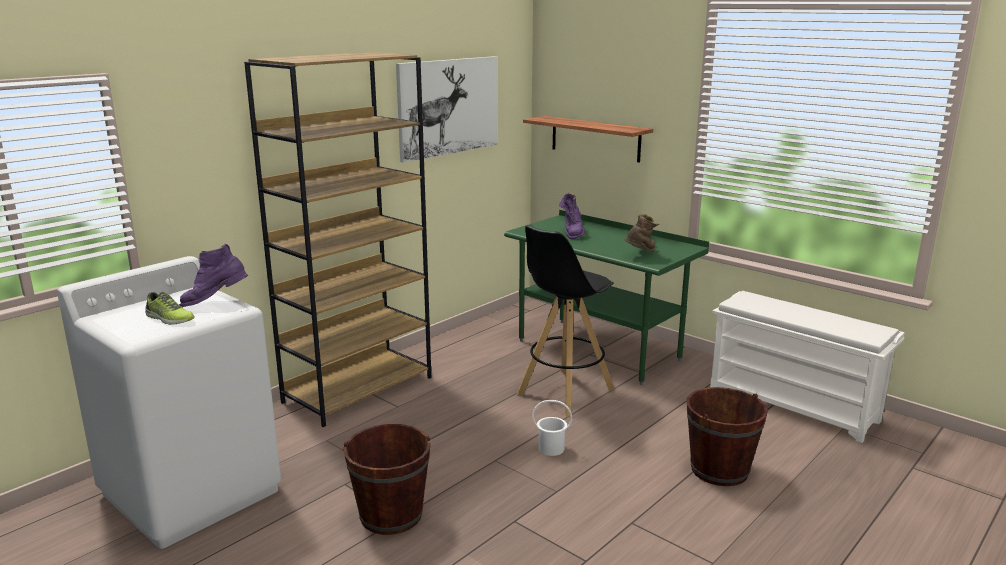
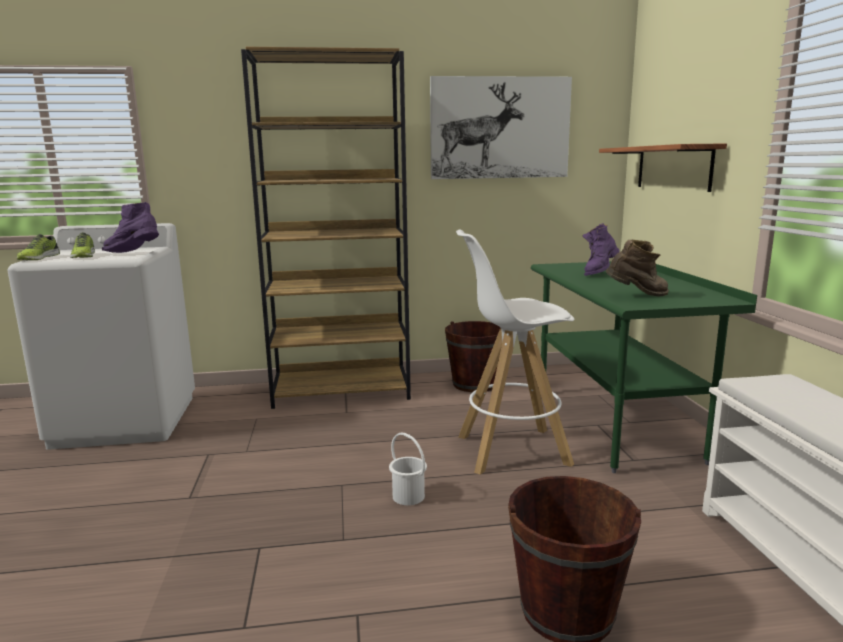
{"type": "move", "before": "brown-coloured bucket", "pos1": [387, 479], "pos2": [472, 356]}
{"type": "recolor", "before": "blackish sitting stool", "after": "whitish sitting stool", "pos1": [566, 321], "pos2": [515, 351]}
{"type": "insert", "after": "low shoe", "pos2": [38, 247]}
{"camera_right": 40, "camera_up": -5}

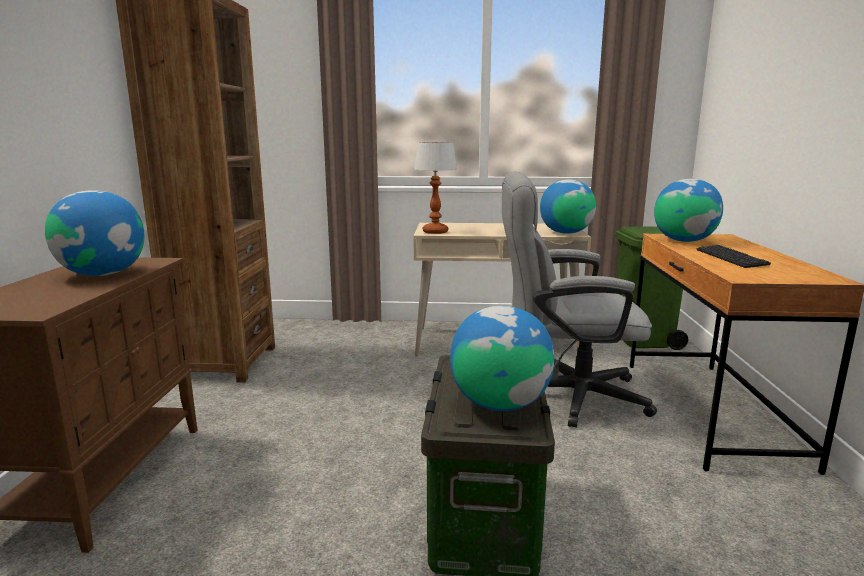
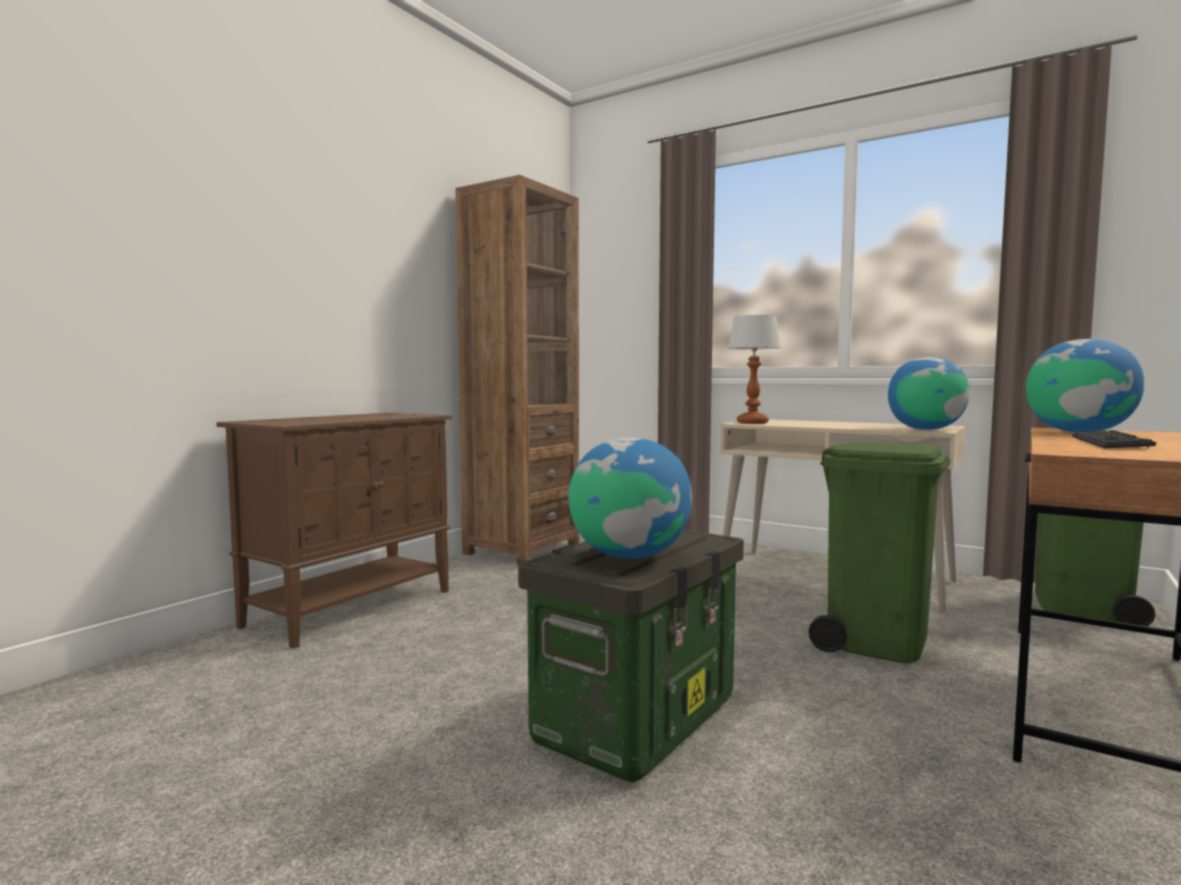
{"type": "delete", "before": "globe", "pos1": [94, 233]}
{"type": "replace", "before": "gray office chair", "after": "greenish trash can", "pos1": [579, 299], "pos2": [879, 552]}
{"camera_right": 30, "camera_up": -10}

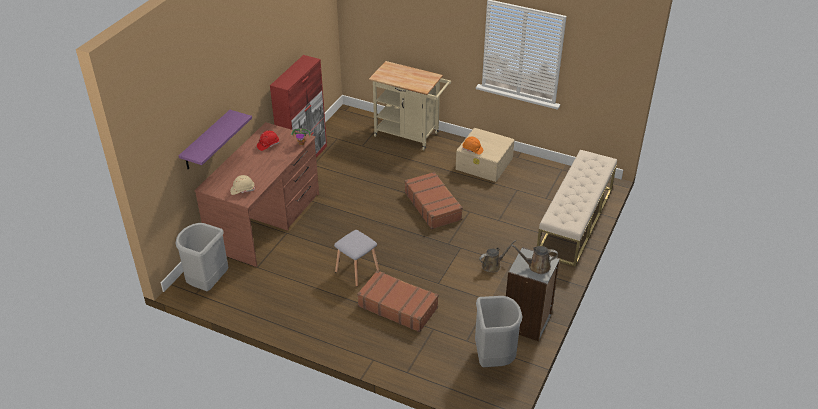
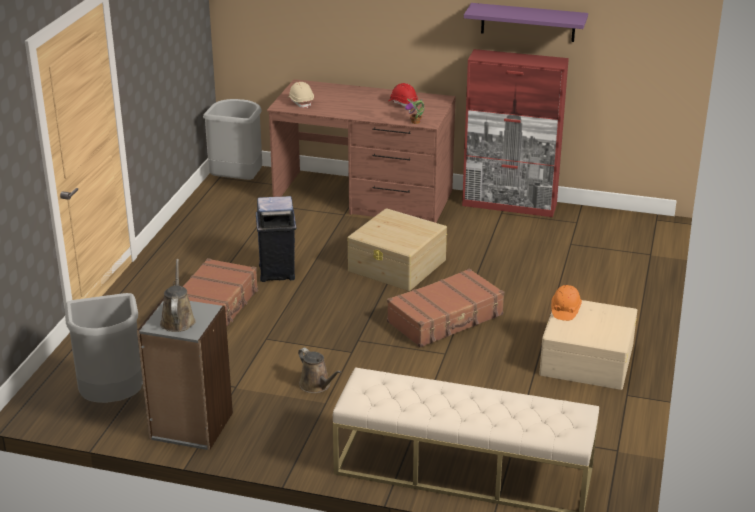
{"type": "move", "before": "purple wall shelf", "pos1": [215, 139], "pos2": [526, 22]}
{"type": "replace", "before": "gray sitting stool", "after": "bluish trash can", "pos1": [356, 258], "pos2": [276, 239]}
{"type": "delete", "before": "beige trolley", "pos1": [410, 105]}
{"type": "insert", "after": "beige storage box", "pos2": [397, 249]}
{"camera_right": 80, "camera_up": -10}

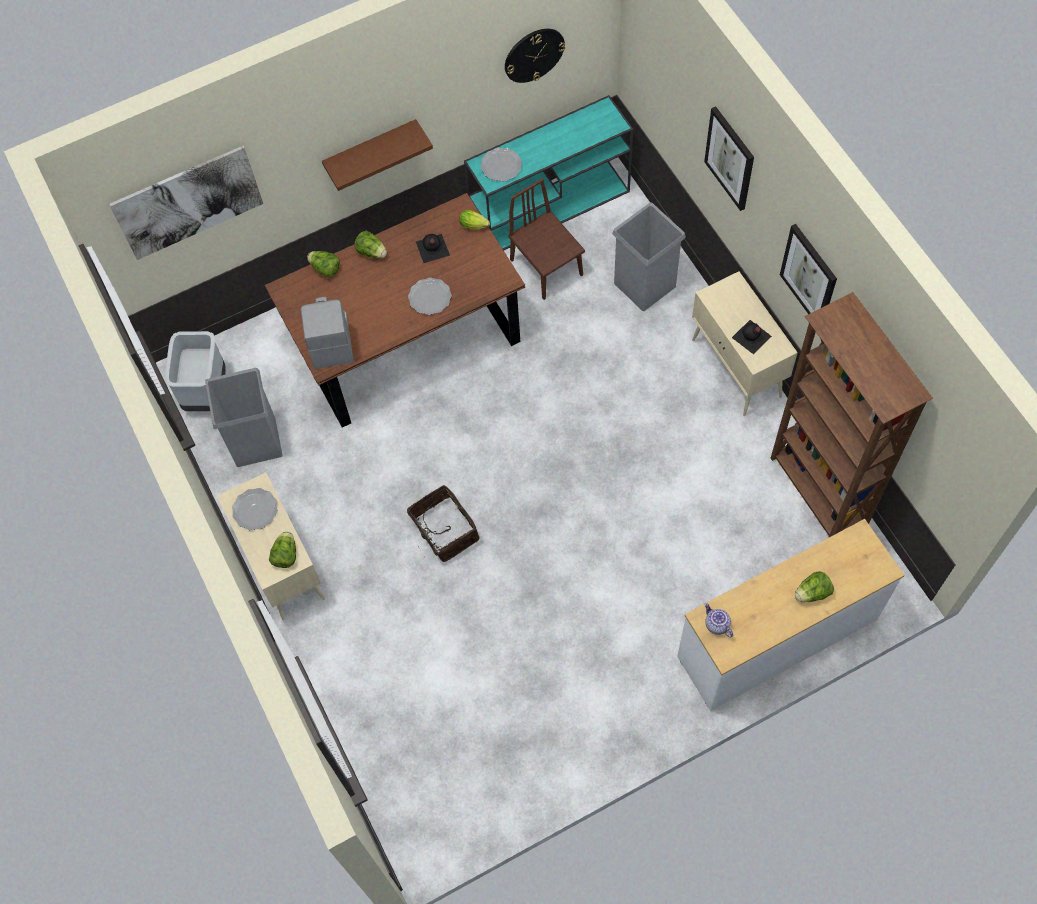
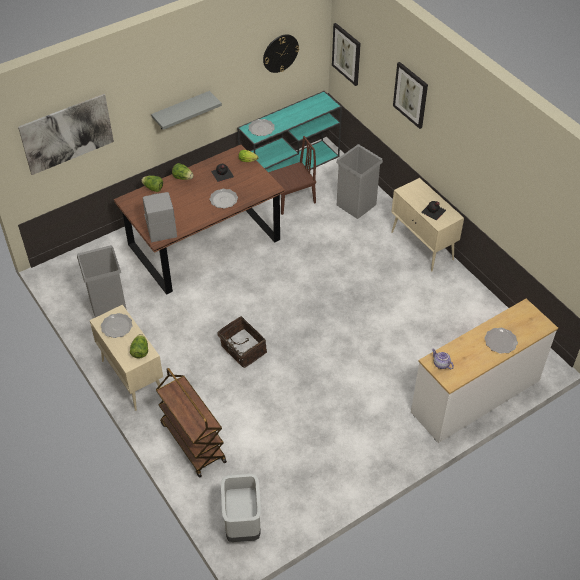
{"type": "move", "before": "gray trash can", "pos1": [195, 371], "pos2": [241, 508]}
{"type": "recolor", "before": "brown-coloured wall shelf", "after": "gray wall shelf", "pos1": [377, 155], "pos2": [186, 110]}
{"type": "rotate", "before": "brown-coloured chair", "pos1": [546, 239], "pos2": [292, 175], "turn": 105}
{"type": "delete", "before": "brown-coloured bookcase", "pos1": [852, 415]}
{"type": "move", "before": "wall art", "pos1": [808, 269], "pos2": [346, 54]}
{"type": "replace", "before": "lettuce head", "after": "flat dish", "pos1": [814, 586], "pos2": [501, 341]}
{"type": "insert", "after": "brown-coloured trolley", "pos2": [191, 423]}
{"camera_right": -10, "camera_up": -15}

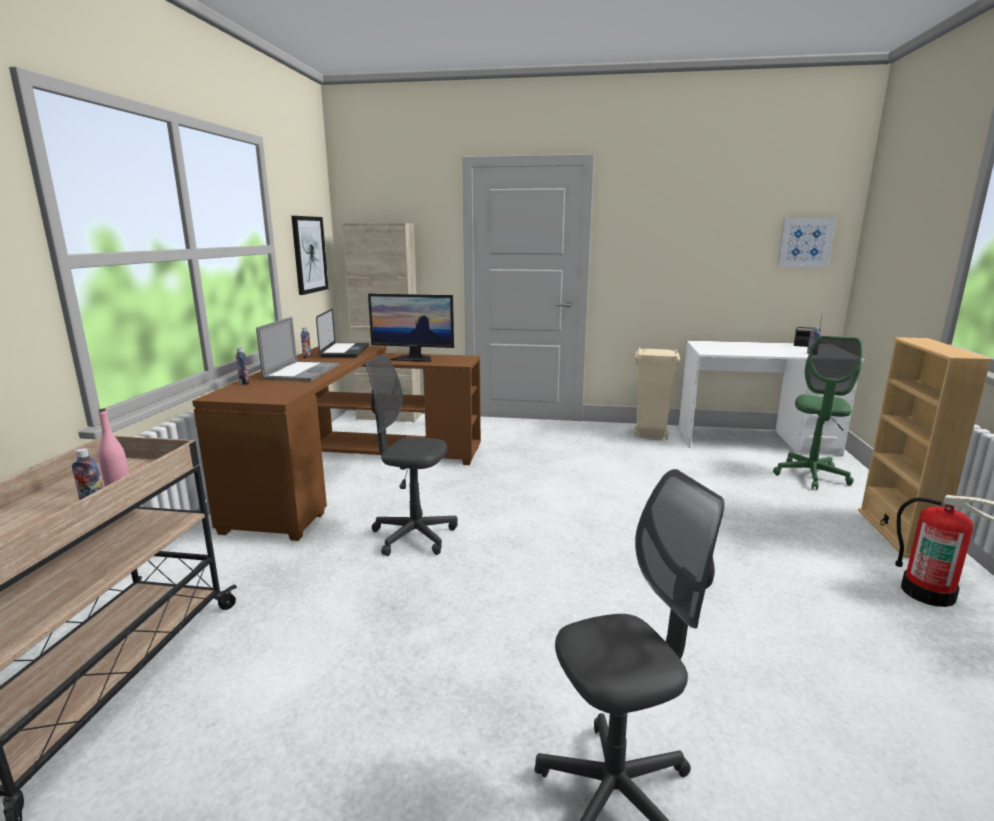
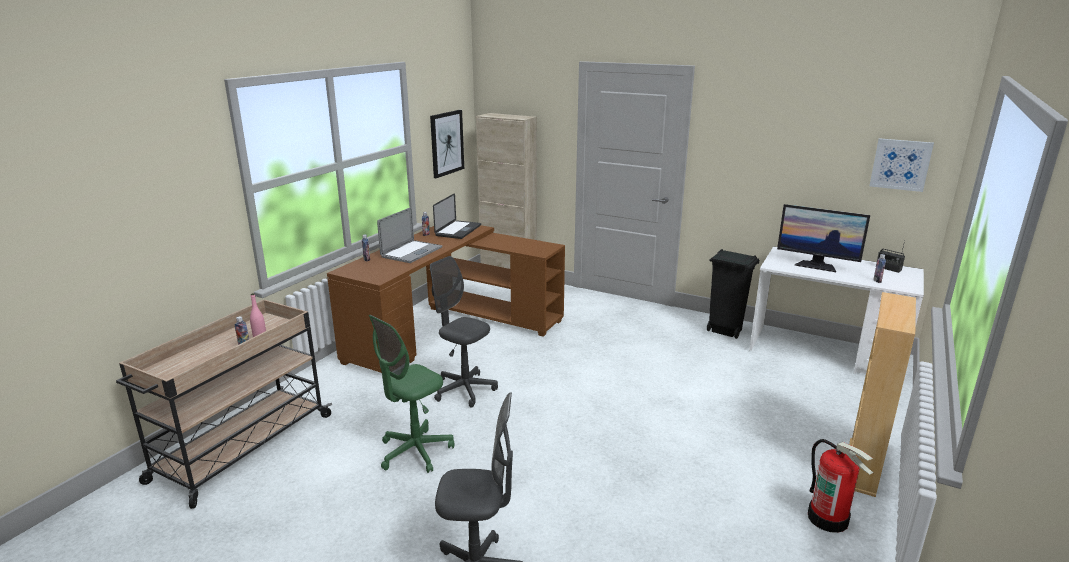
{"type": "move", "before": "monitor", "pos1": [411, 328], "pos2": [823, 238]}
{"type": "recolor", "before": "beige trash can", "after": "blackish trash can", "pos1": [657, 393], "pos2": [733, 294]}
{"type": "move", "before": "greenish office chair", "pos1": [817, 413], "pos2": [412, 394]}
{"camera_right": 20, "camera_up": 5}

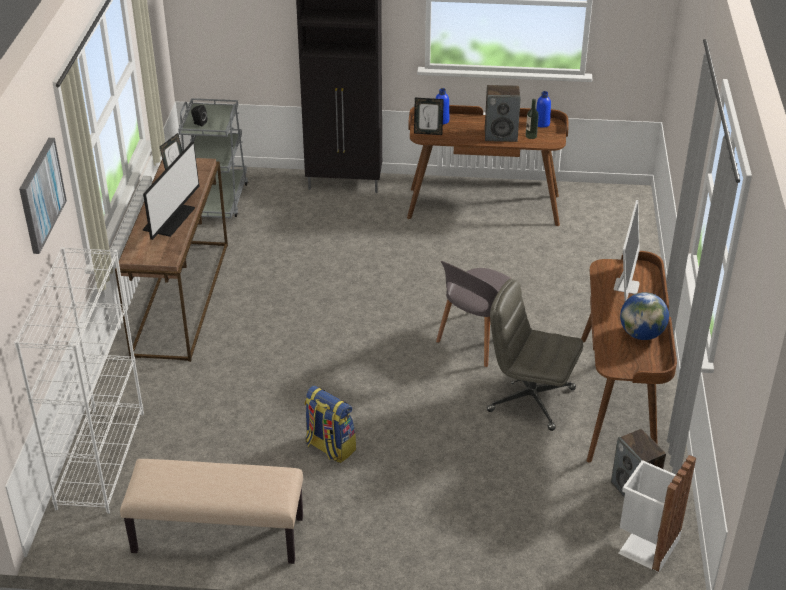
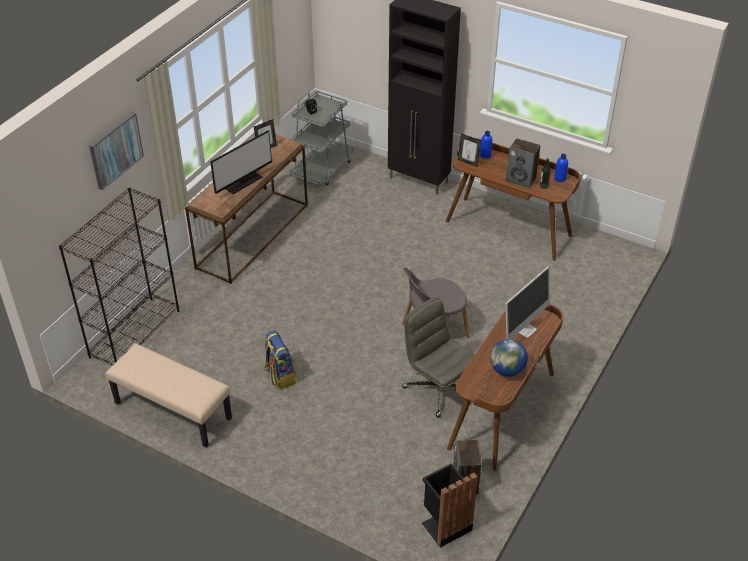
{"type": "recolor", "before": "whitish bookcase", "after": "blackish bookcase", "pos1": [79, 380], "pos2": [119, 276]}
{"type": "recolor", "before": "whitish trash can", "after": "blackish trash can", "pos1": [657, 514], "pos2": [450, 506]}
{"camera_right": 25, "camera_up": 5}

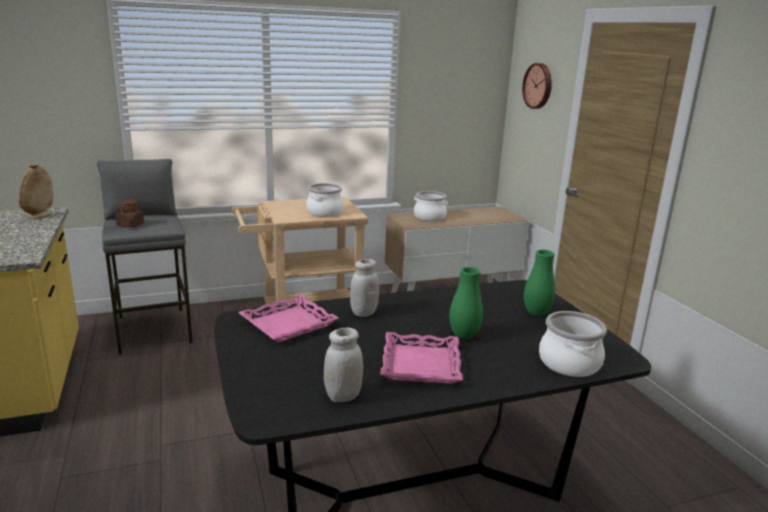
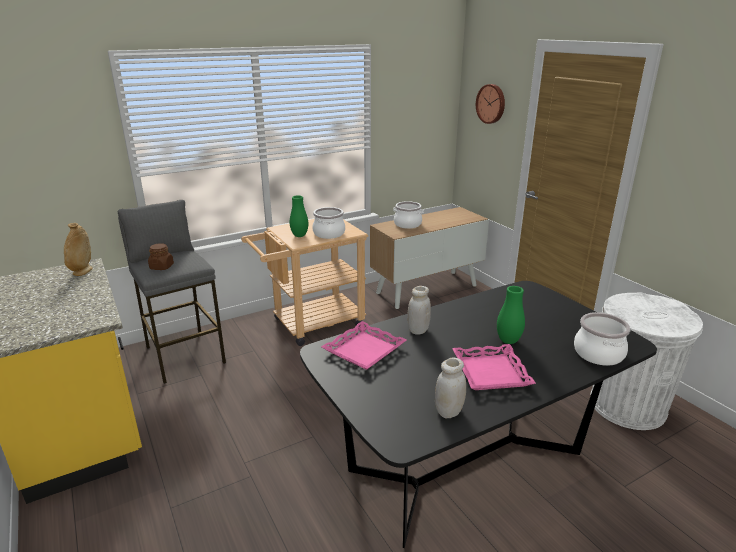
{"type": "move", "before": "greenish decorative vase", "pos1": [540, 283], "pos2": [299, 216]}
{"type": "insert", "after": "whitish trash can", "pos2": [647, 361]}
{"camera_right": -10, "camera_up": 5}

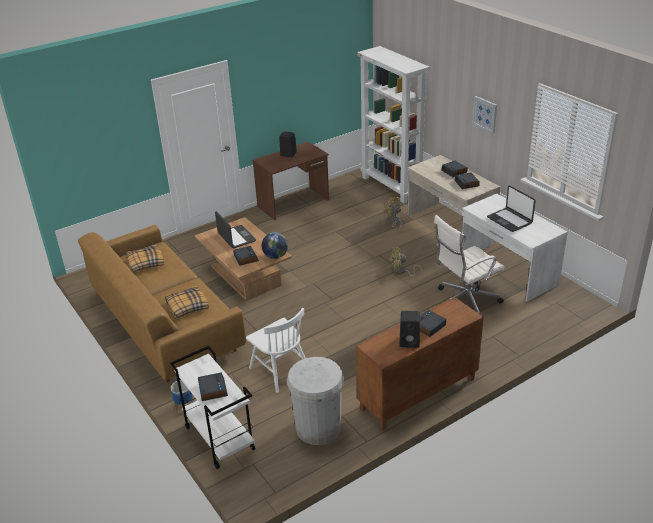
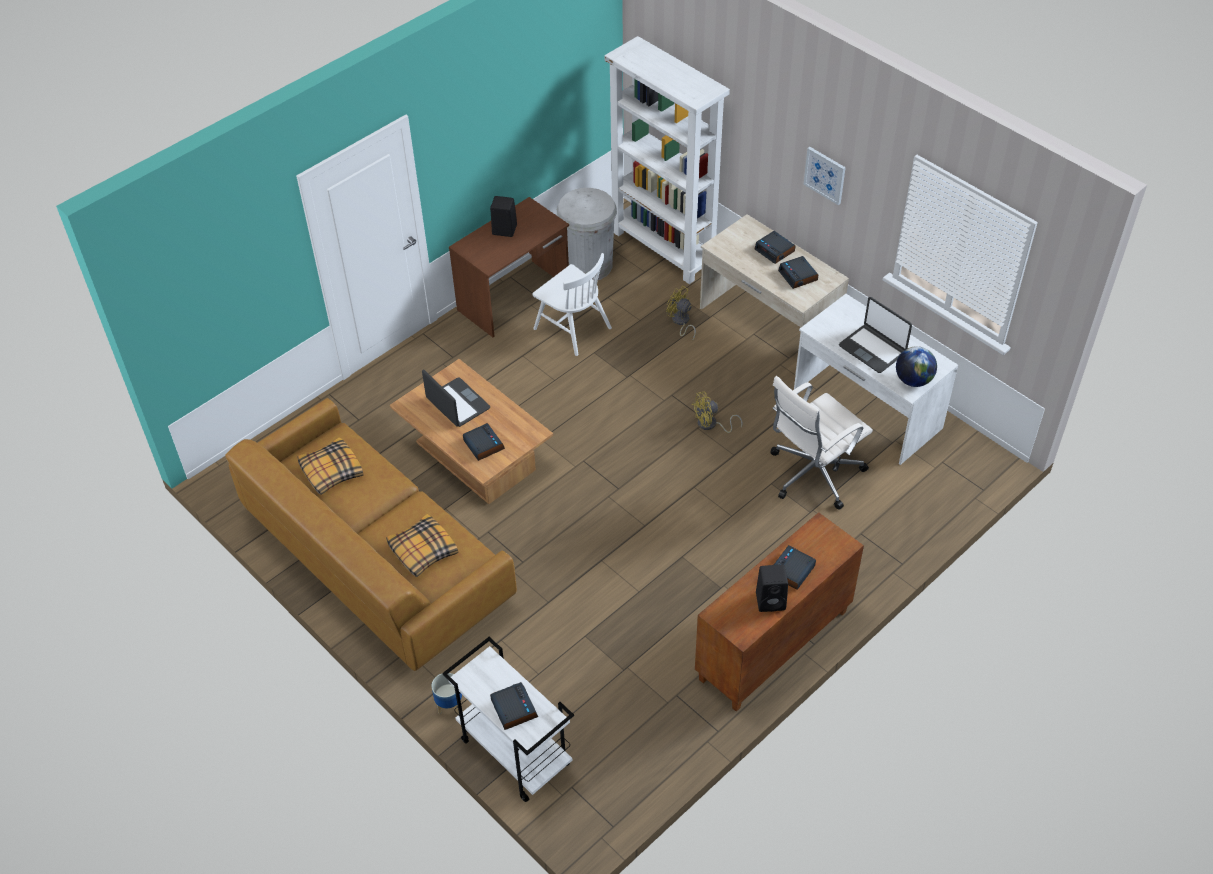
{"type": "move", "before": "whitish chair", "pos1": [275, 350], "pos2": [572, 304]}
{"type": "move", "before": "globe", "pos1": [275, 245], "pos2": [916, 366]}
{"type": "move", "before": "whitish trash can", "pos1": [315, 401], "pos2": [587, 234]}
{"camera_right": -10, "camera_up": 15}

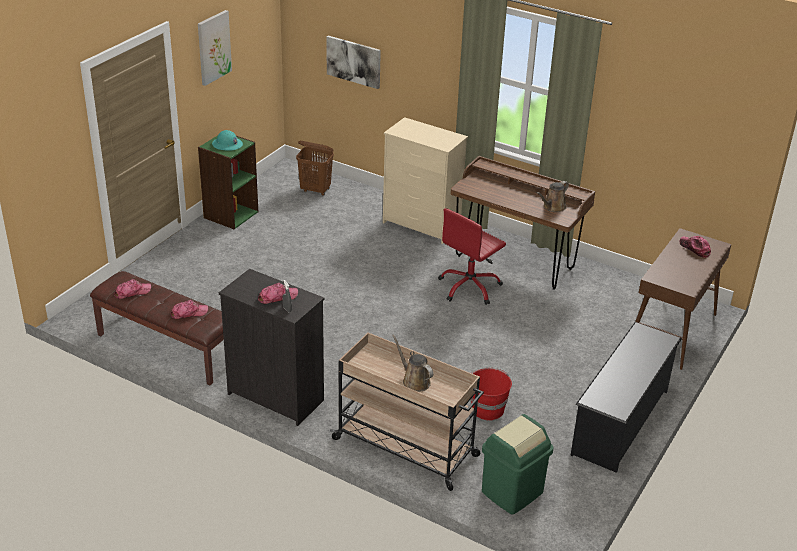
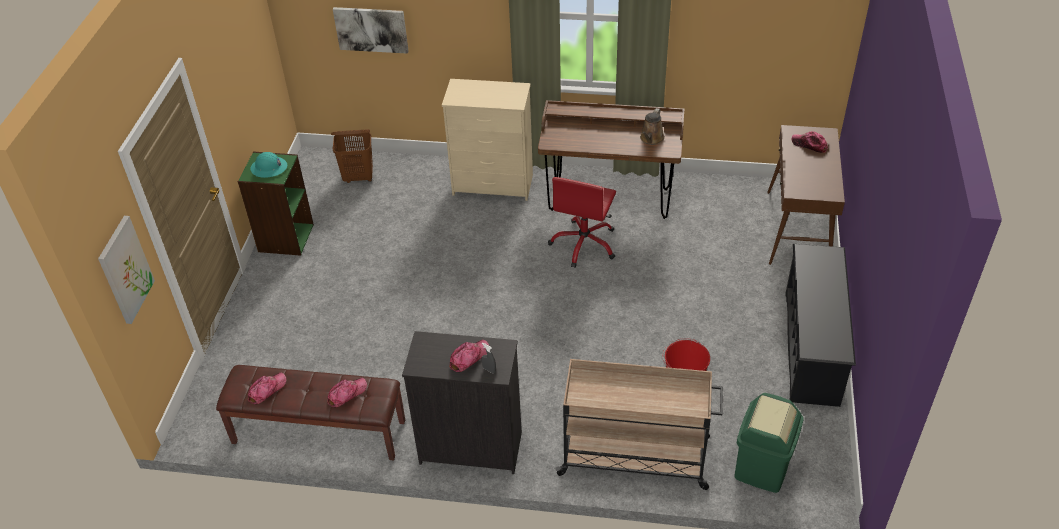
{"type": "move", "before": "wall art", "pos1": [215, 48], "pos2": [126, 270]}
{"type": "delete", "before": "brown-coloured sprinkling can", "pos1": [412, 363]}
{"camera_right": -20, "camera_up": 10}

